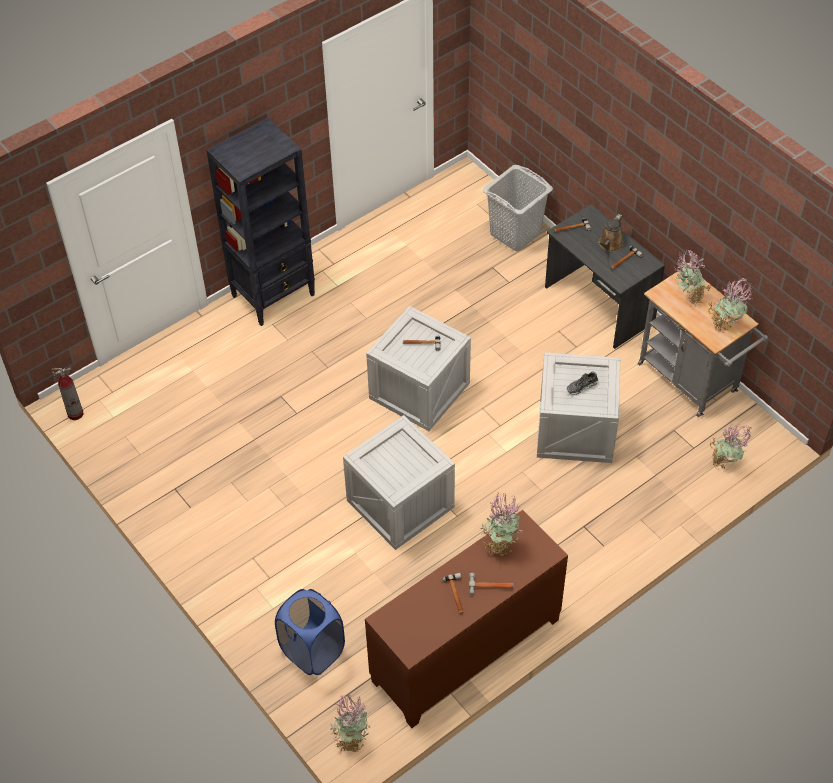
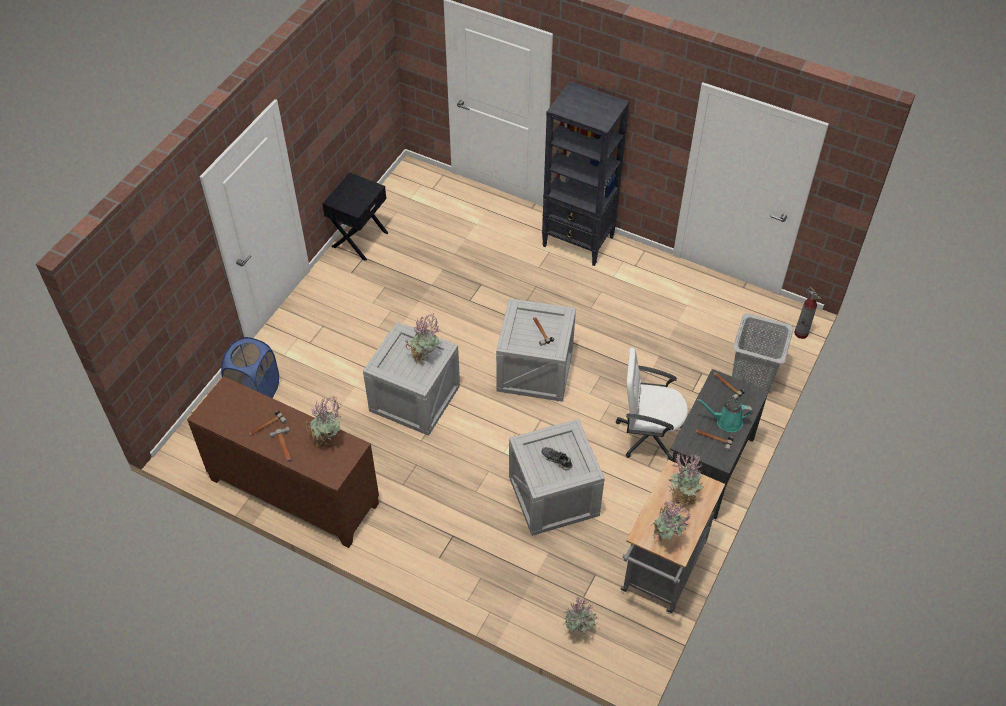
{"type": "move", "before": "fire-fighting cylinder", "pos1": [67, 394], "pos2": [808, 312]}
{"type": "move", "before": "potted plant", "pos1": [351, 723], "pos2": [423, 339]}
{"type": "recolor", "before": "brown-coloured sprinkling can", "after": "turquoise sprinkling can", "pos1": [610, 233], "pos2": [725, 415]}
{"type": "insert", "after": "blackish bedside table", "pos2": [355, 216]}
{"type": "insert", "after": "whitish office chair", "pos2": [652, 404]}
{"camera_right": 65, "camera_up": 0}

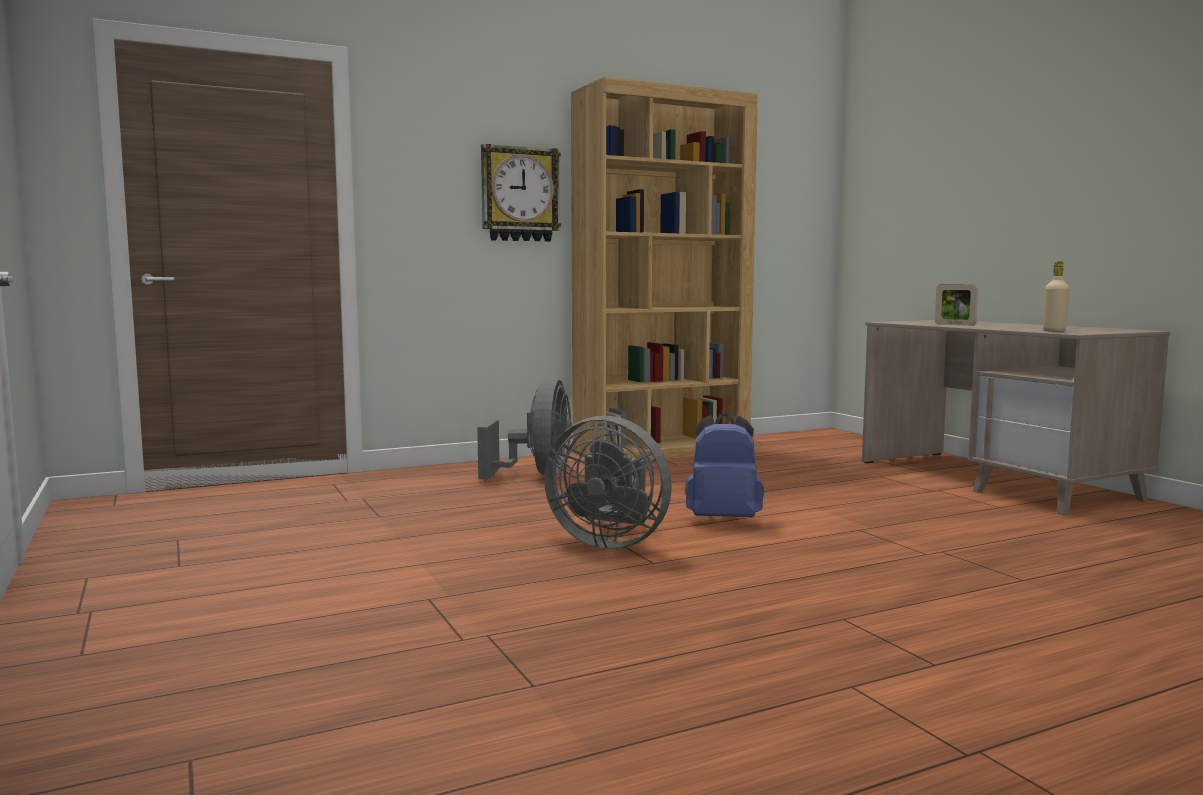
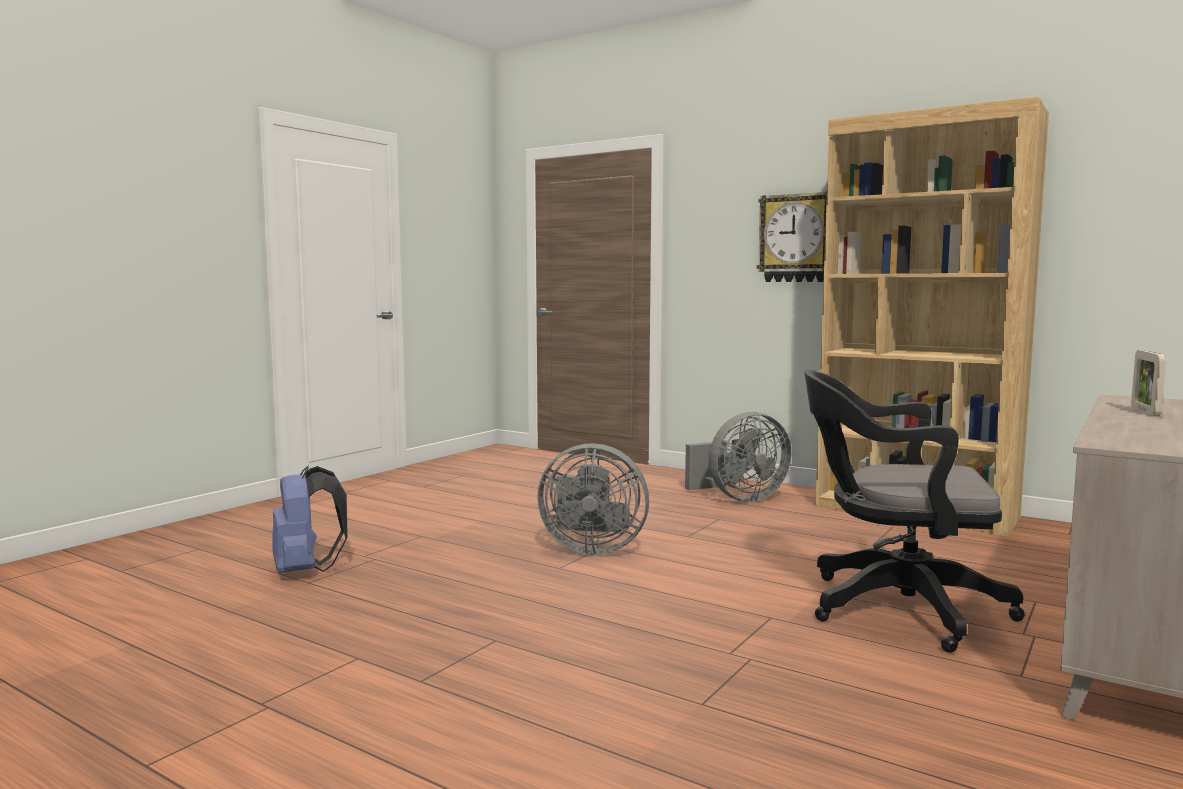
{"type": "rotate", "before": "gray electric fan", "pos1": [608, 482], "pos2": [593, 499], "turn": -75}
{"type": "move", "before": "bluish knapsack", "pos1": [724, 464], "pos2": [310, 519]}
{"type": "delete", "before": "beige beverage bottle", "pos1": [1056, 297]}
{"type": "insert", "after": "blackish office chair", "pos2": [914, 511]}
{"camera_right": 60, "camera_up": 0}

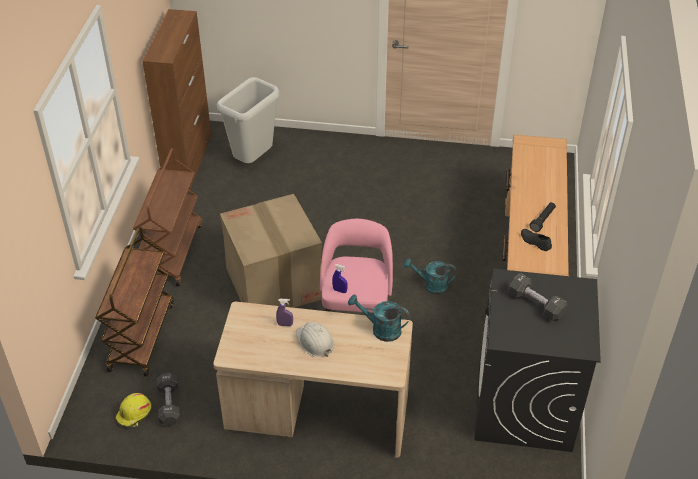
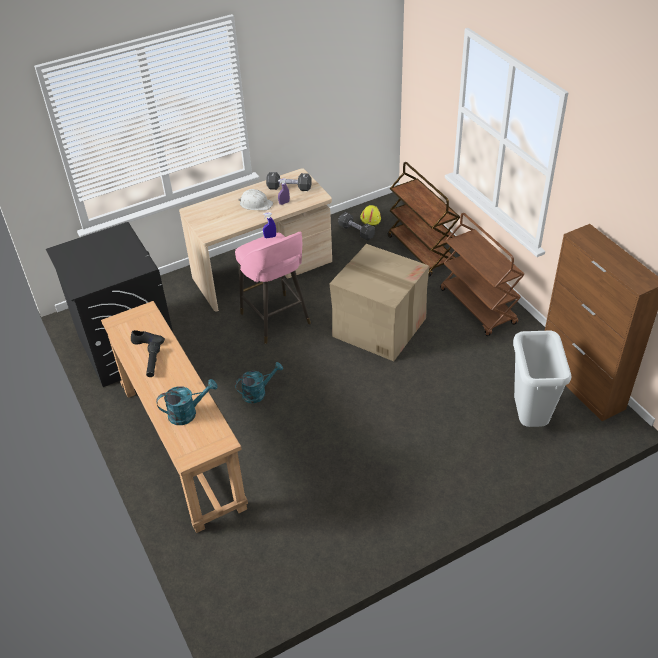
{"type": "move", "before": "turquoise sprinkling can", "pos1": [379, 318], "pos2": [186, 402]}
{"type": "move", "before": "blackish hand weight", "pos1": [538, 297], "pos2": [289, 181]}
{"camera_right": 145, "camera_up": 0}

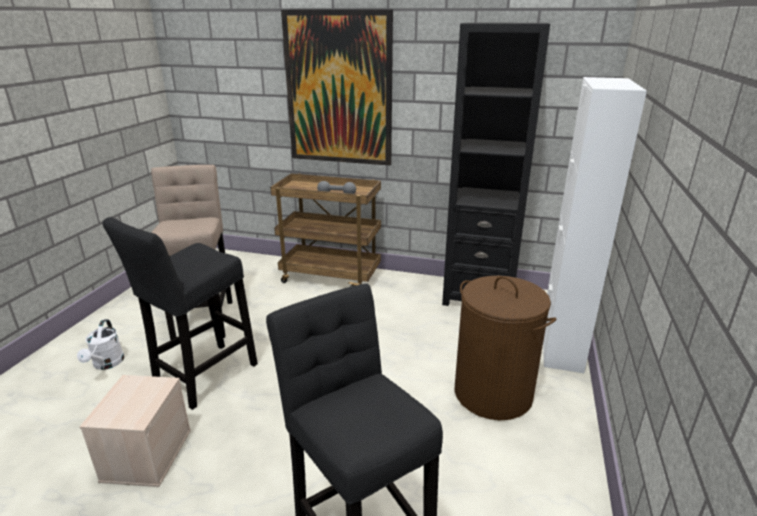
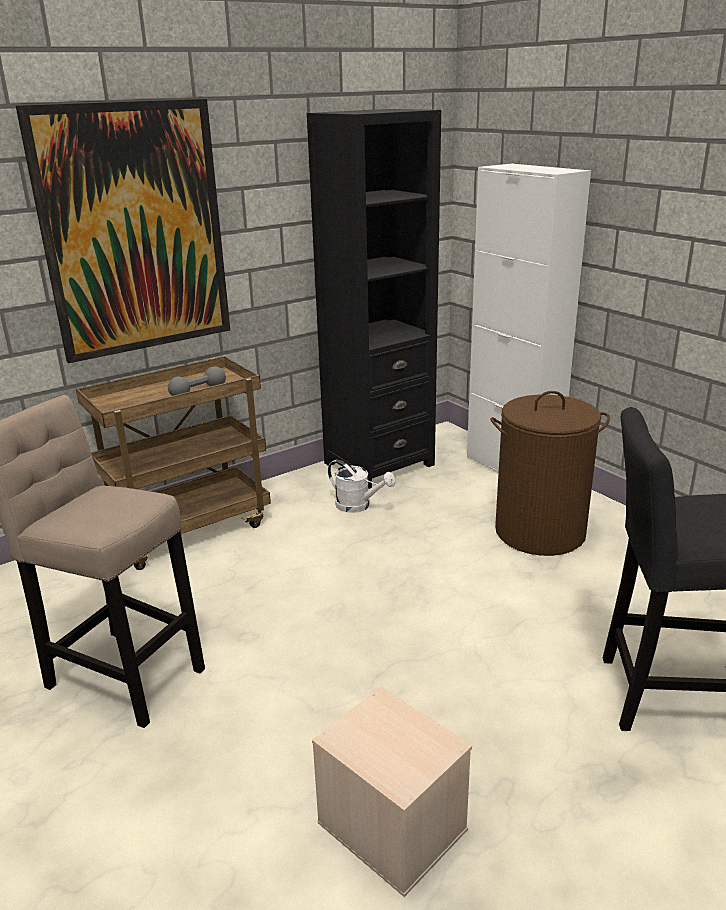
{"type": "move", "before": "whitish sprinkling can", "pos1": [100, 344], "pos2": [362, 486]}
{"type": "delete", "before": "blackish sitting stool", "pos1": [180, 313]}
{"camera_right": -50, "camera_up": 0}

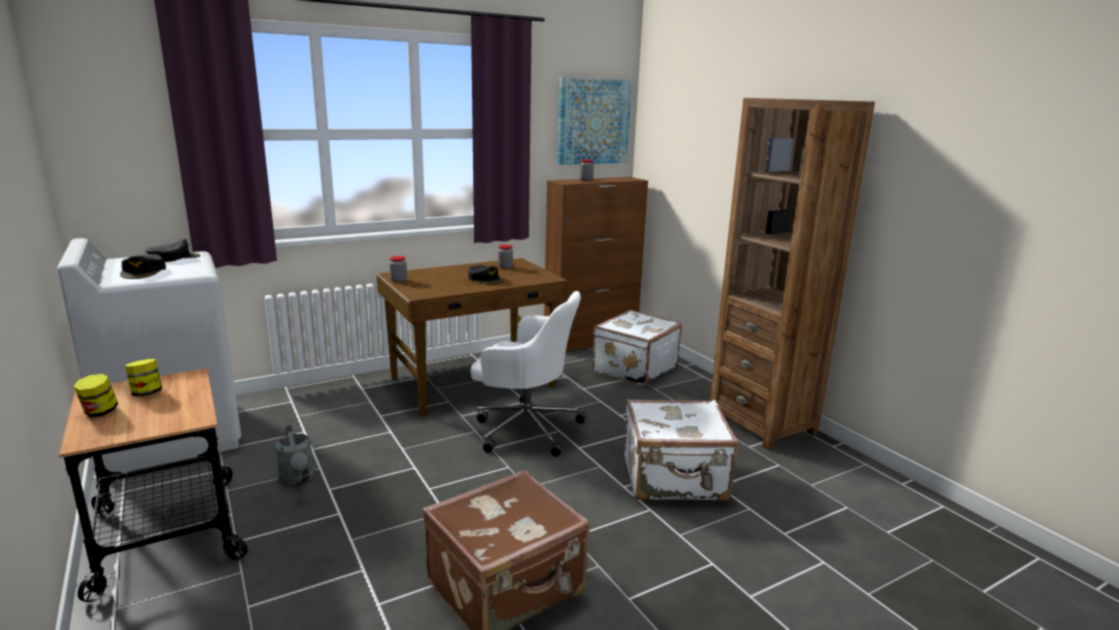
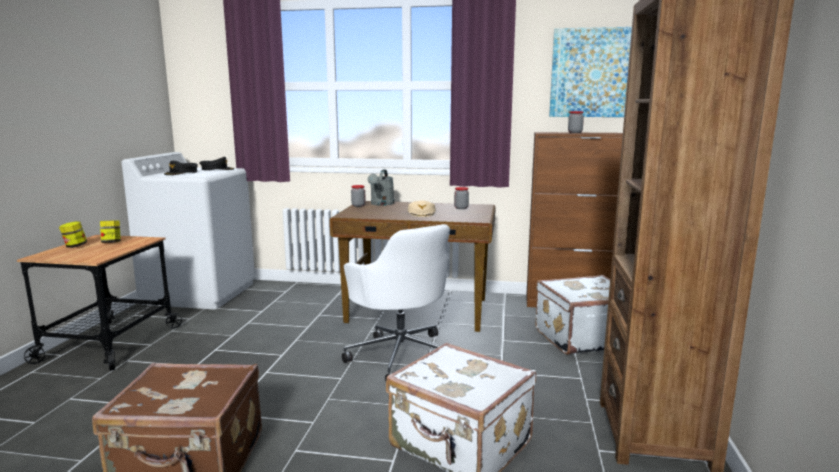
{"type": "move", "before": "gray sprinkling can", "pos1": [295, 455], "pos2": [381, 188]}
{"type": "recolor", "before": "blackish cap", "after": "beige cap", "pos1": [485, 275], "pos2": [421, 208]}
{"camera_right": 40, "camera_up": -5}

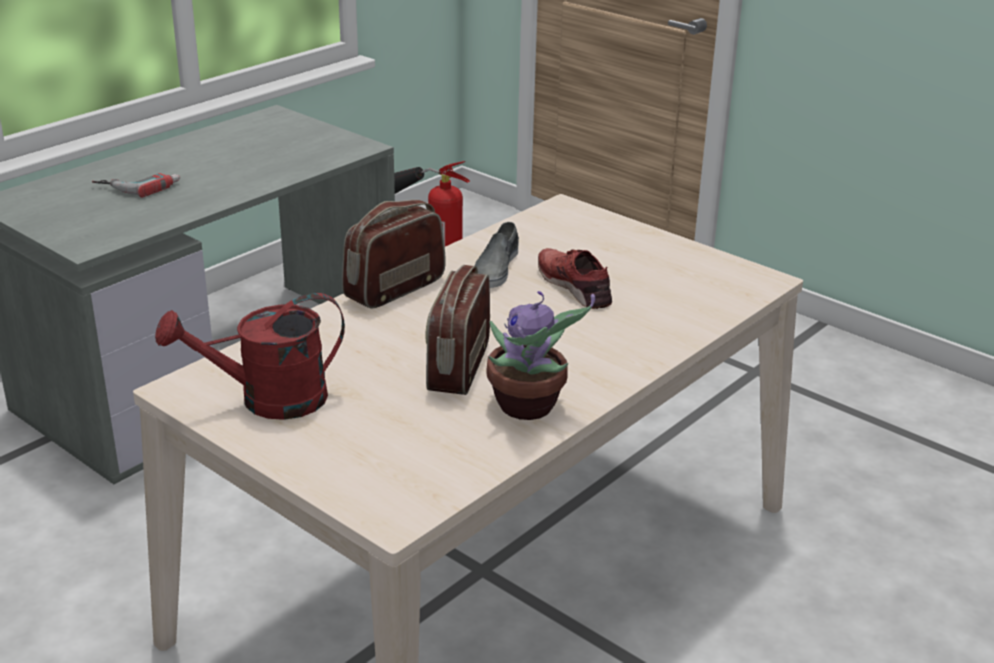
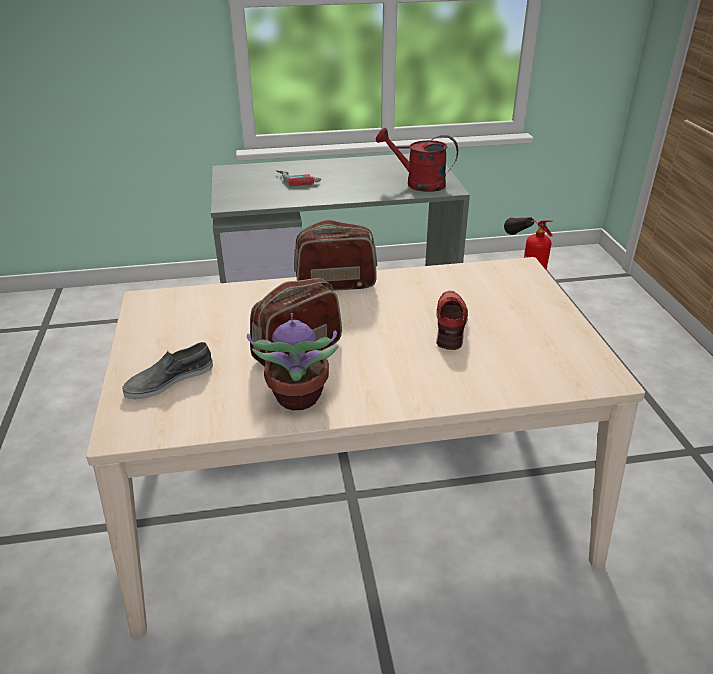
{"type": "move", "before": "reddish sprinkling can", "pos1": [250, 356], "pos2": [417, 160]}
{"type": "move", "before": "gray low shoe", "pos1": [497, 255], "pos2": [167, 370]}
{"camera_right": 40, "camera_up": 5}

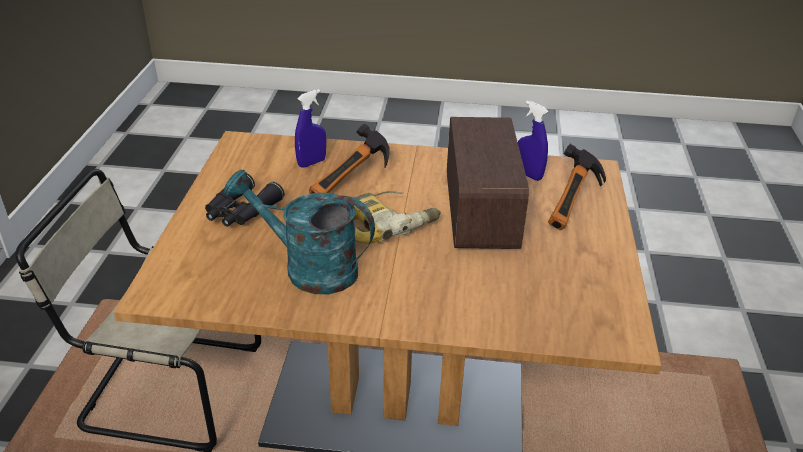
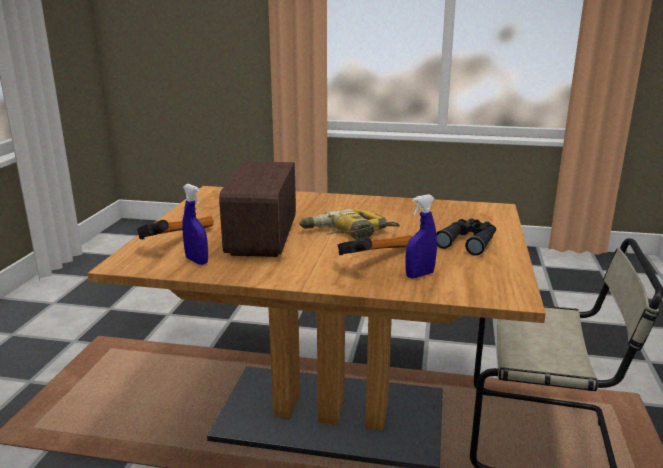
{"type": "delete", "before": "turquoise sprinkling can", "pos1": [299, 231]}
{"camera_right": -175, "camera_up": -15}

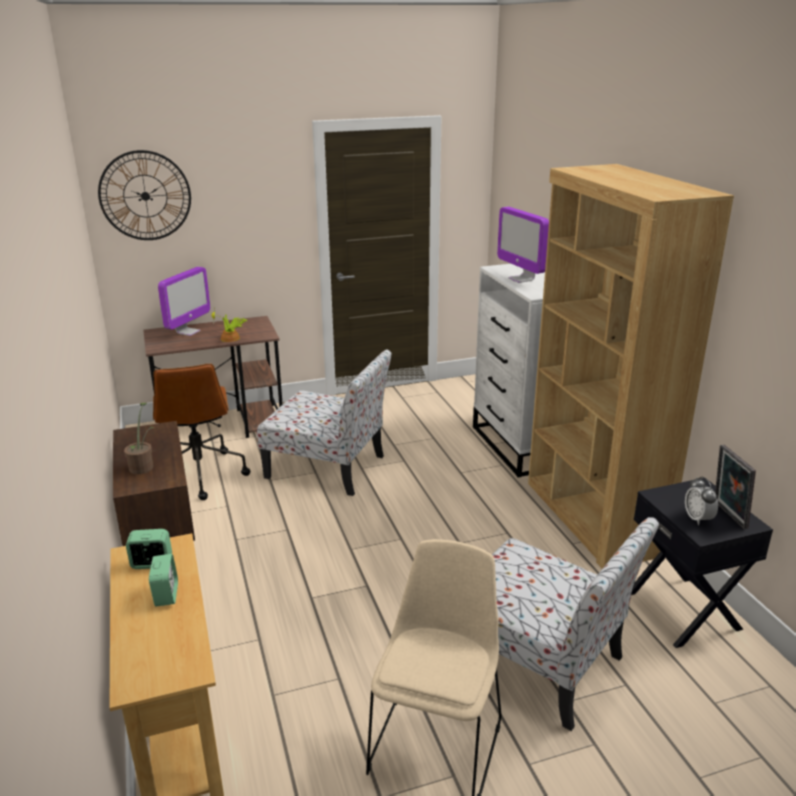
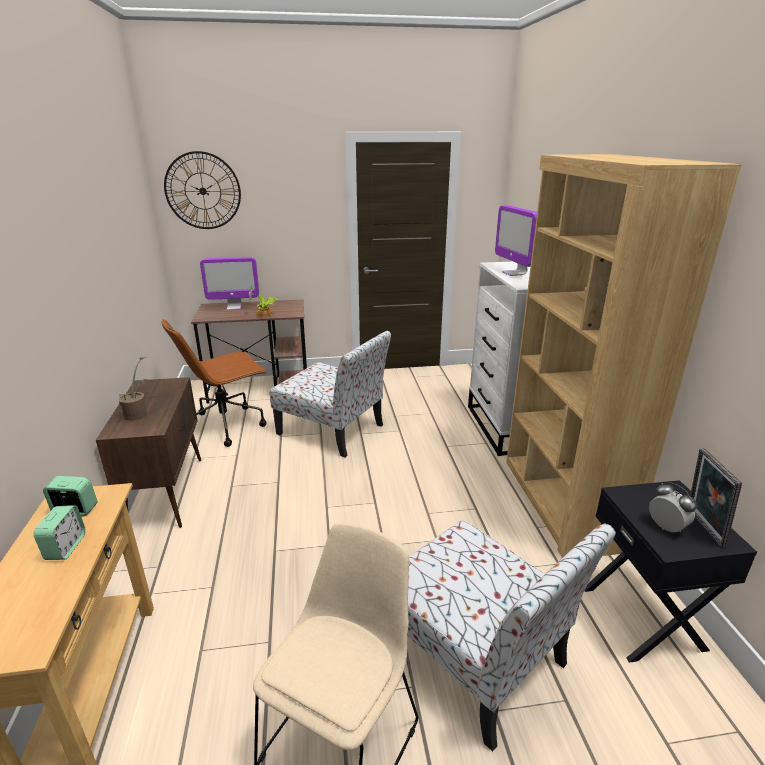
{"type": "rotate", "before": "brown-coloured office chair", "pos1": [201, 431], "pos2": [214, 383], "turn": 60}
{"type": "rotate", "before": "monitor", "pos1": [184, 301], "pos2": [229, 283], "turn": 45}
{"type": "rotate", "before": "bedside clock", "pos1": [701, 501], "pos2": [673, 507], "turn": 150}
{"camera_right": 10, "camera_up": 0}

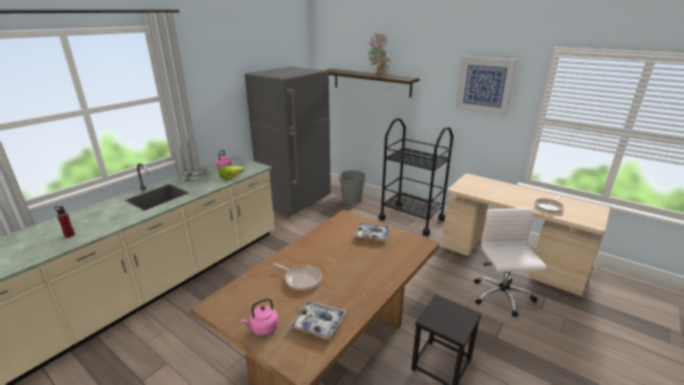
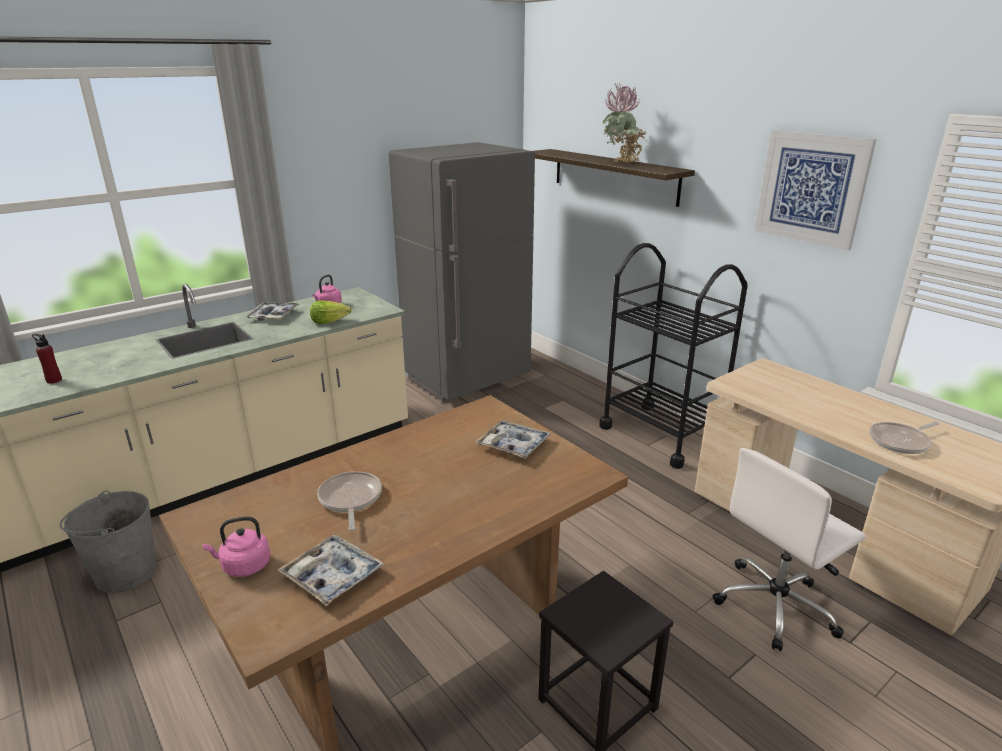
{"type": "rotate", "before": "skillet", "pos1": [297, 276], "pos2": [349, 501], "turn": -150}
{"type": "move", "before": "gray bucket", "pos1": [352, 187], "pos2": [108, 542]}
{"type": "rotate", "before": "whitish office chair", "pos1": [510, 262], "pos2": [789, 549], "turn": -135}
{"camera_right": 15, "camera_up": 0}

